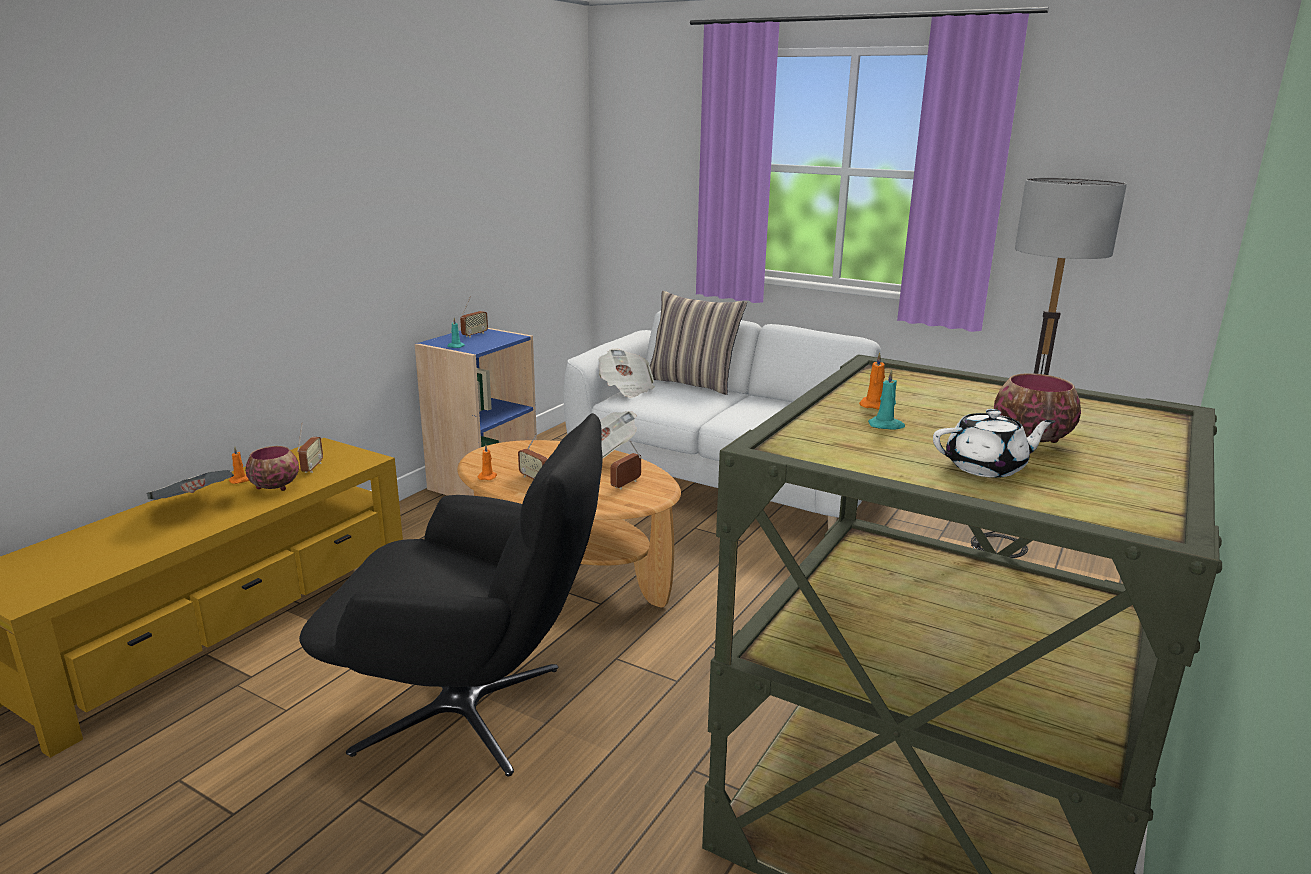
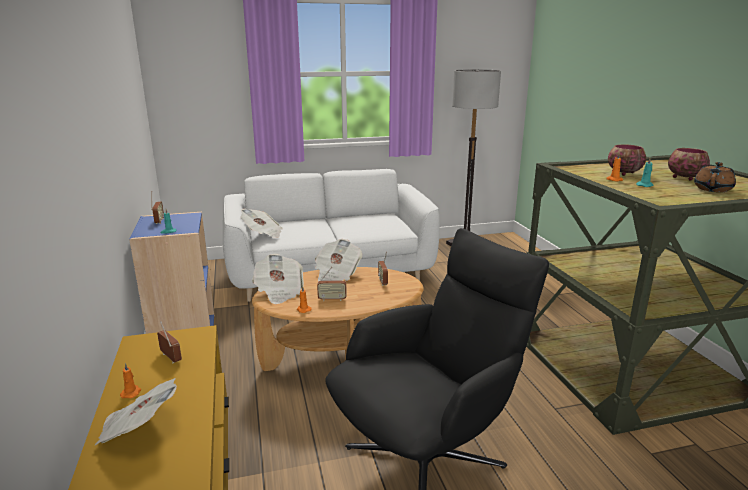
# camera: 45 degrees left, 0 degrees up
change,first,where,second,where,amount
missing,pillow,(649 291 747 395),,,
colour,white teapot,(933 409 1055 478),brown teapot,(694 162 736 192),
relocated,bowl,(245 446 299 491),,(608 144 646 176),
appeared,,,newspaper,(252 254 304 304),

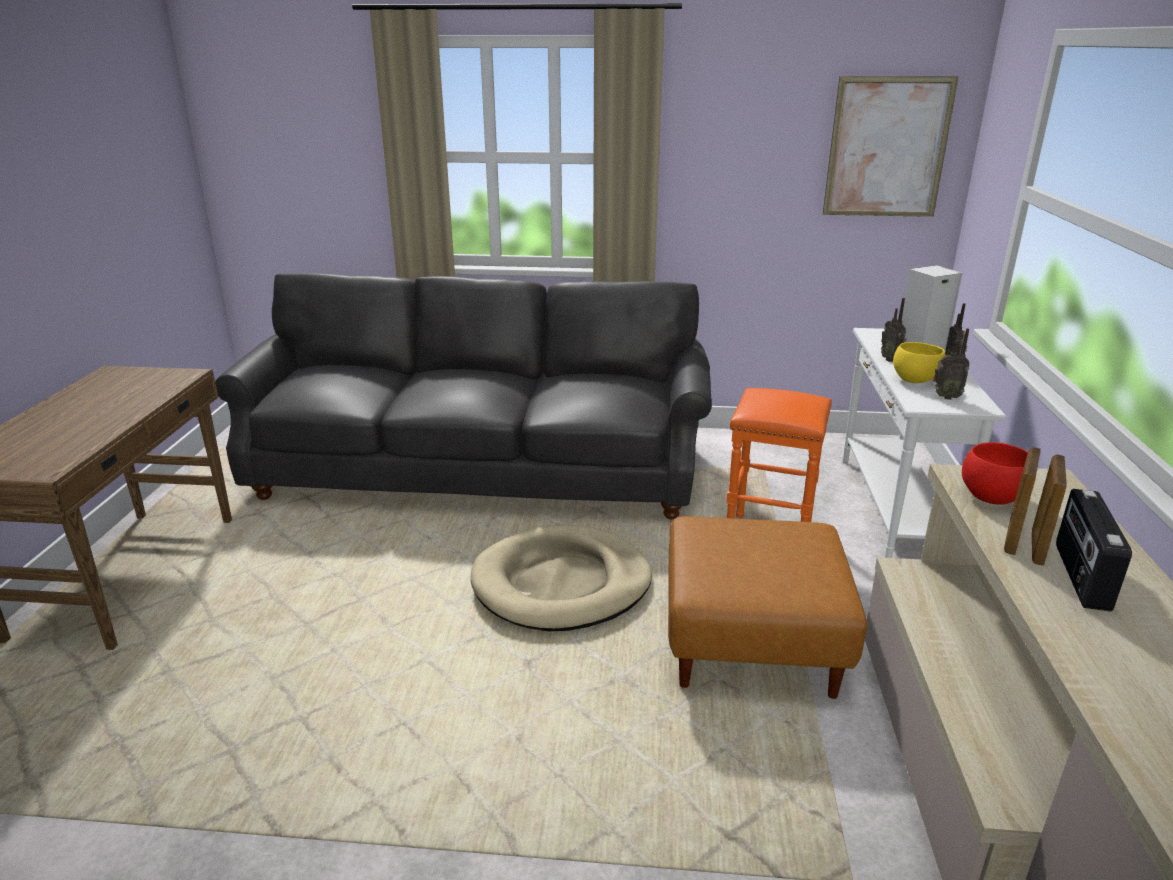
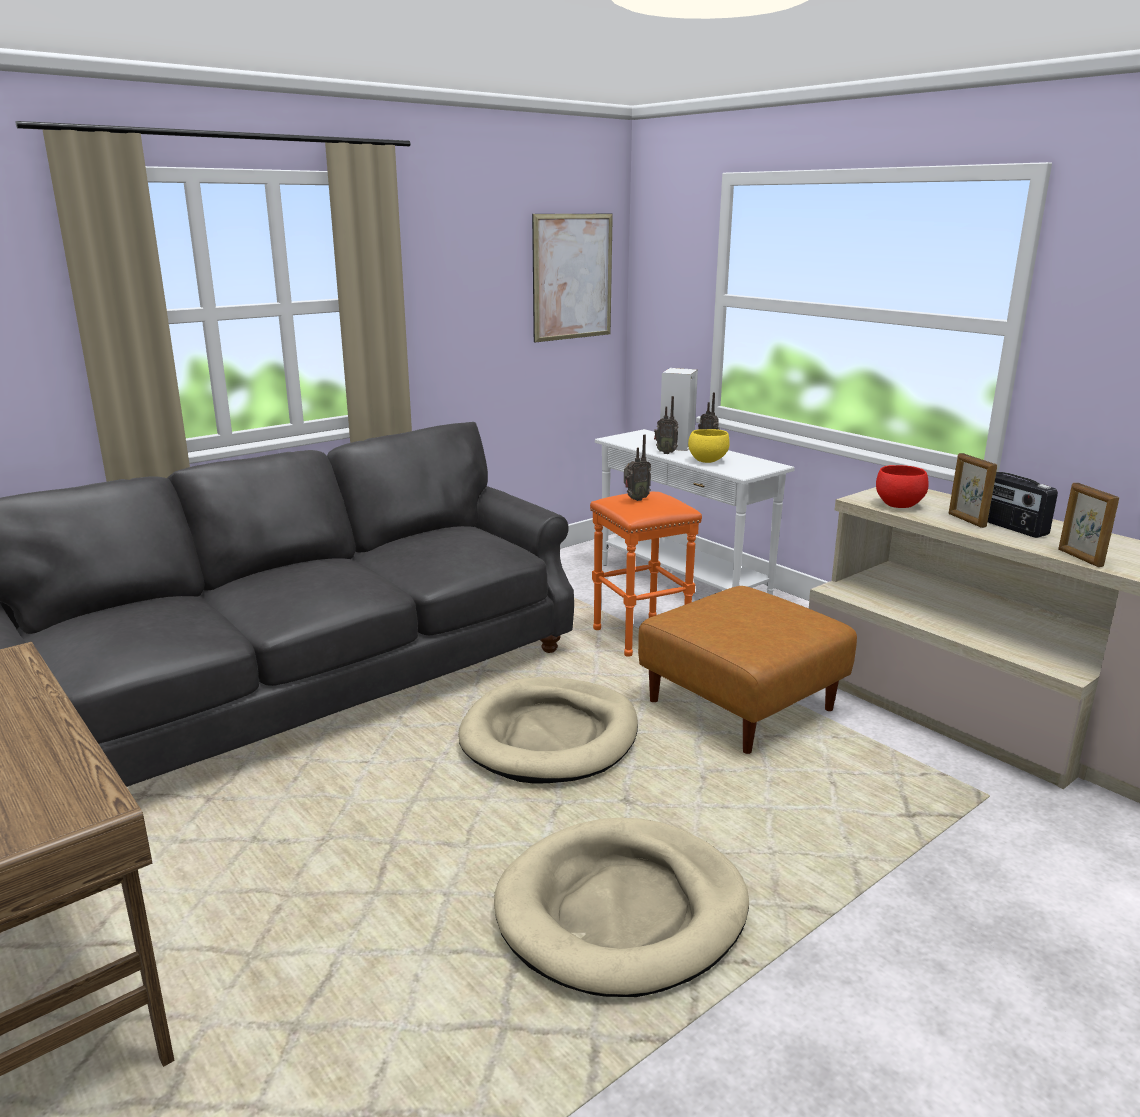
# camera: 45 degrees left, 5 degrees down
change,first,where,second,where,amount
relocated,radio,(933 328 970 400),,(624 434 651 501),
relocated,picture frame,(1004 447 1041 555),,(1058 483 1119 567),
appeared,,,beige dog bed,(494 818 749 997),

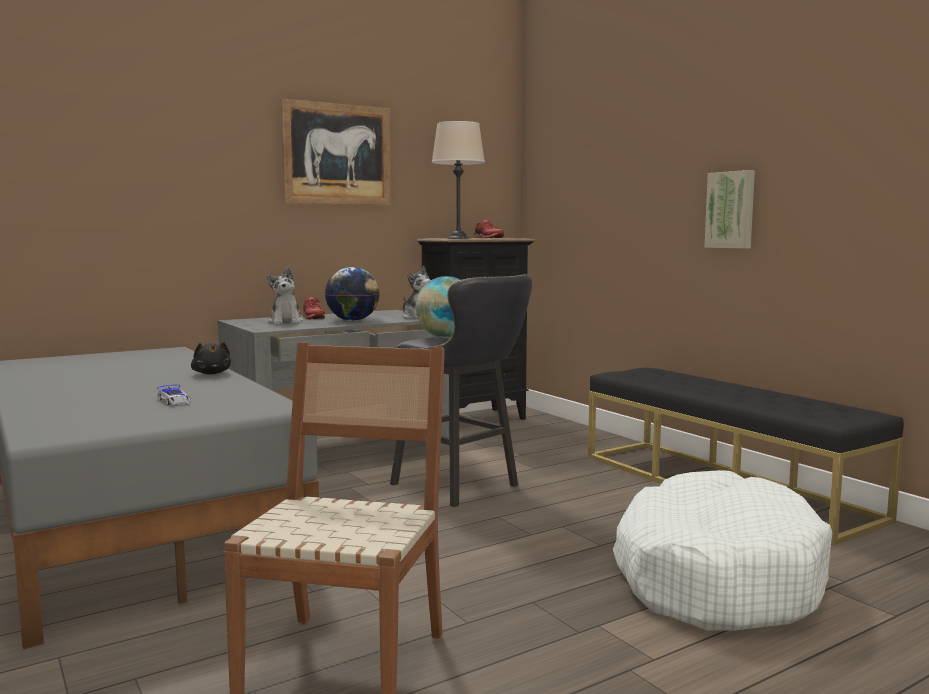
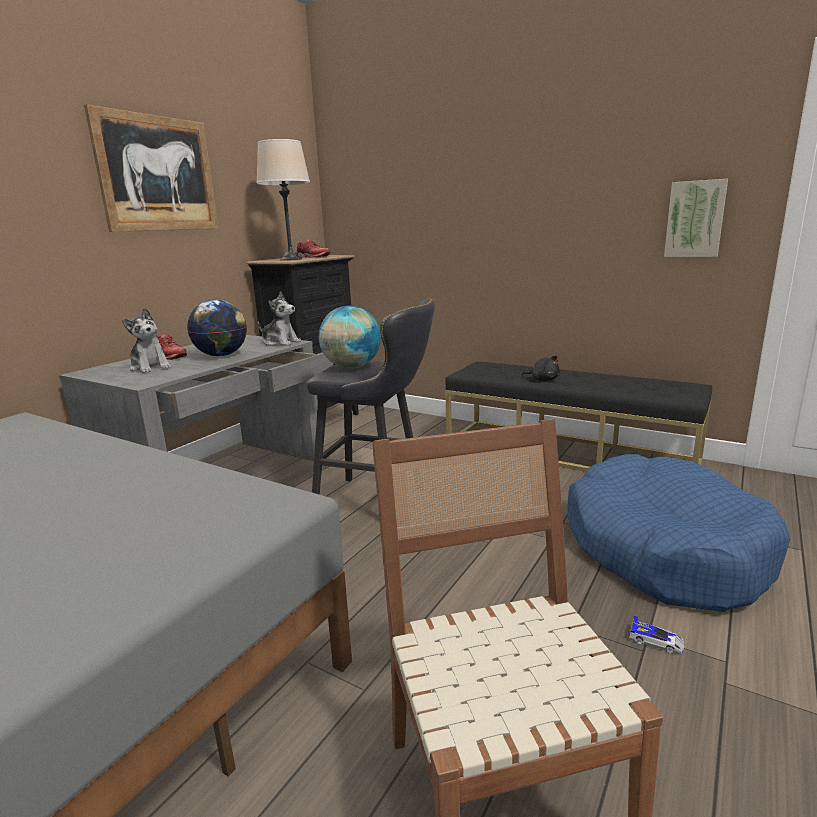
# camera: 25 degrees left, 10 degrees up
change,first,where,second,where,amount
relocated,picture,(704 170 755 249),,(664 179 728 257),
relocated,black plush toy,(191 342 231 374),,(522 355 560 381),
relocated,toy car,(157 385 191 405),,(629 616 684 654),
colour,white dog bed,(613 470 832 631),blue dog bed,(567 454 790 612),

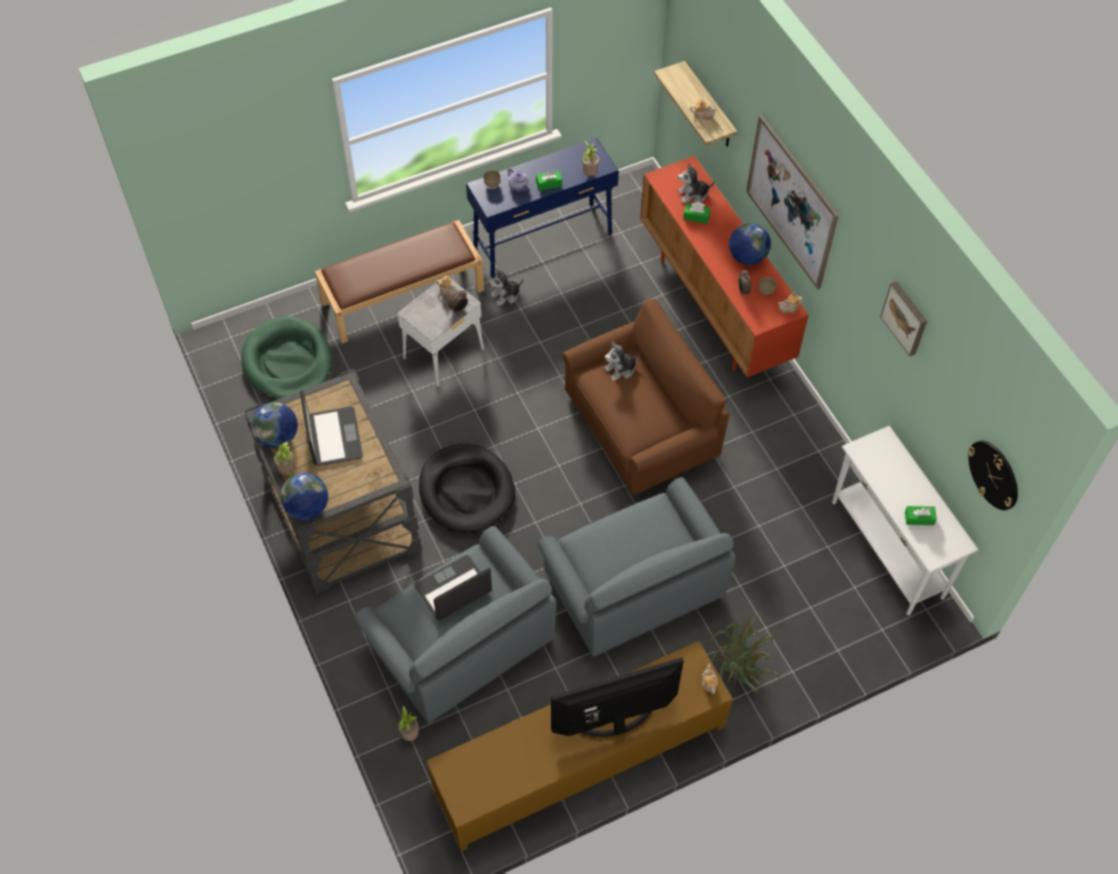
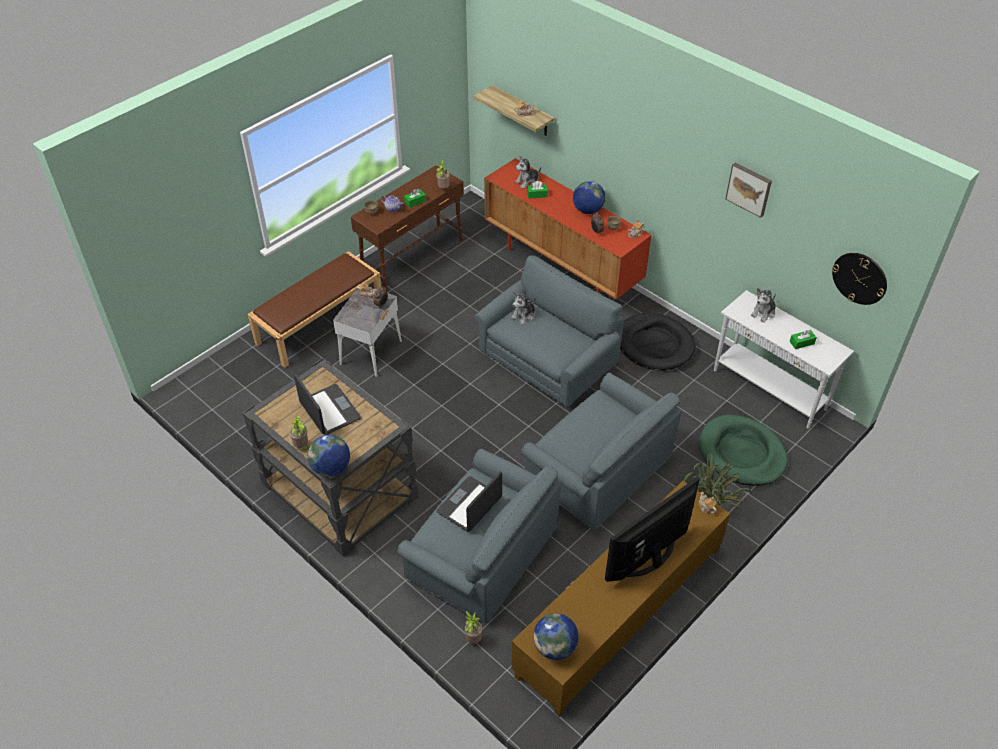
# camera: 20 degrees left, 10 degrees down
change,first,where,second,where,amount
missing,picture,(746 115 839 290),,,
colour,blue console table,(466 138 619 278),brown console table,(351 165 464 292),
relocated,plush toy,(489 268 523 306),,(751 288 776 323),
colour,brown armchair,(562 299 729 495),grey armchair,(475 255 624 407),
relocated,green dog bed,(241 317 332 400),,(699 415 788 486),
relocated,globe,(251 402 298 448),,(533 613 579 660),
relocated,black dog bed,(419 444 515 533),,(620 313 696 371),

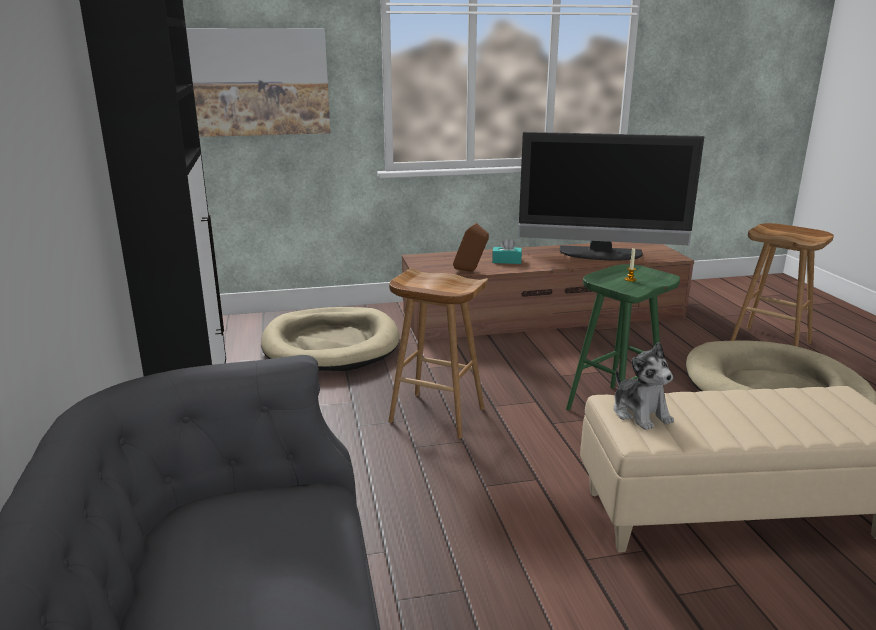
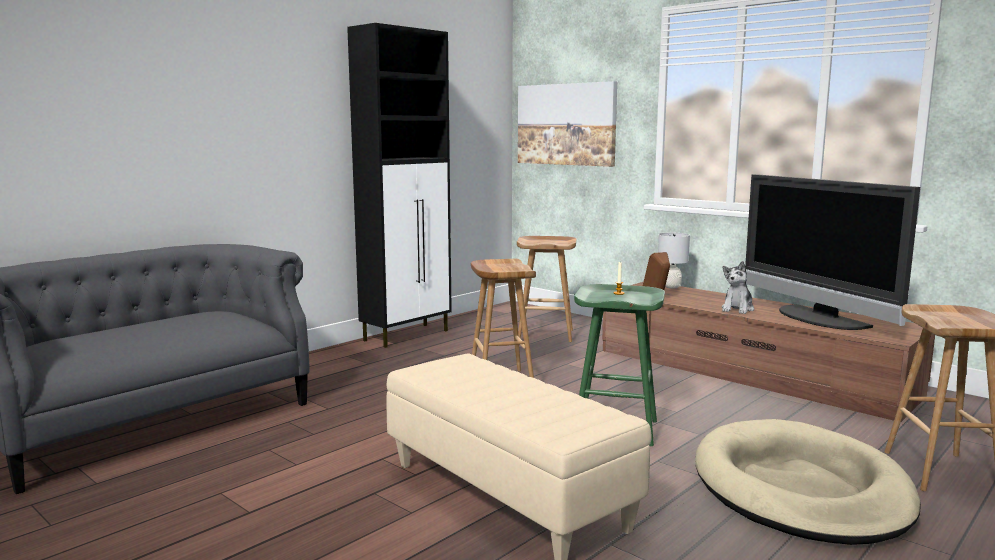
# camera: 55 degrees right, 10 degrees down
change,first,where,second,where,amount
missing,turquoise tissue box,(492 238 522 264),,,
exchanged,beige dog bed,(261 307 400 371),brown stool,(517 236 576 342),
relocated,plush toy,(614 342 674 430),,(722 261 754 314),
appeared,,,grey table lamp,(658 233 690 289),

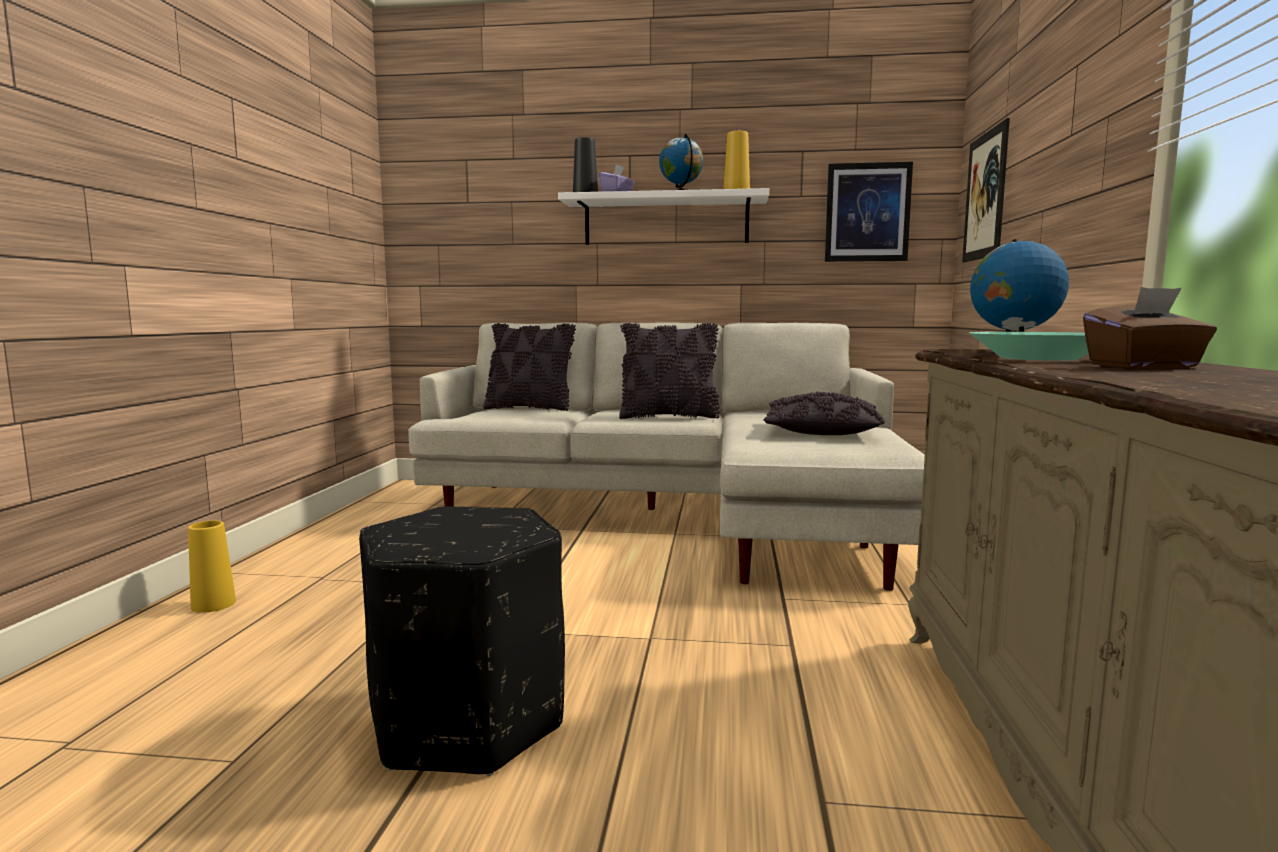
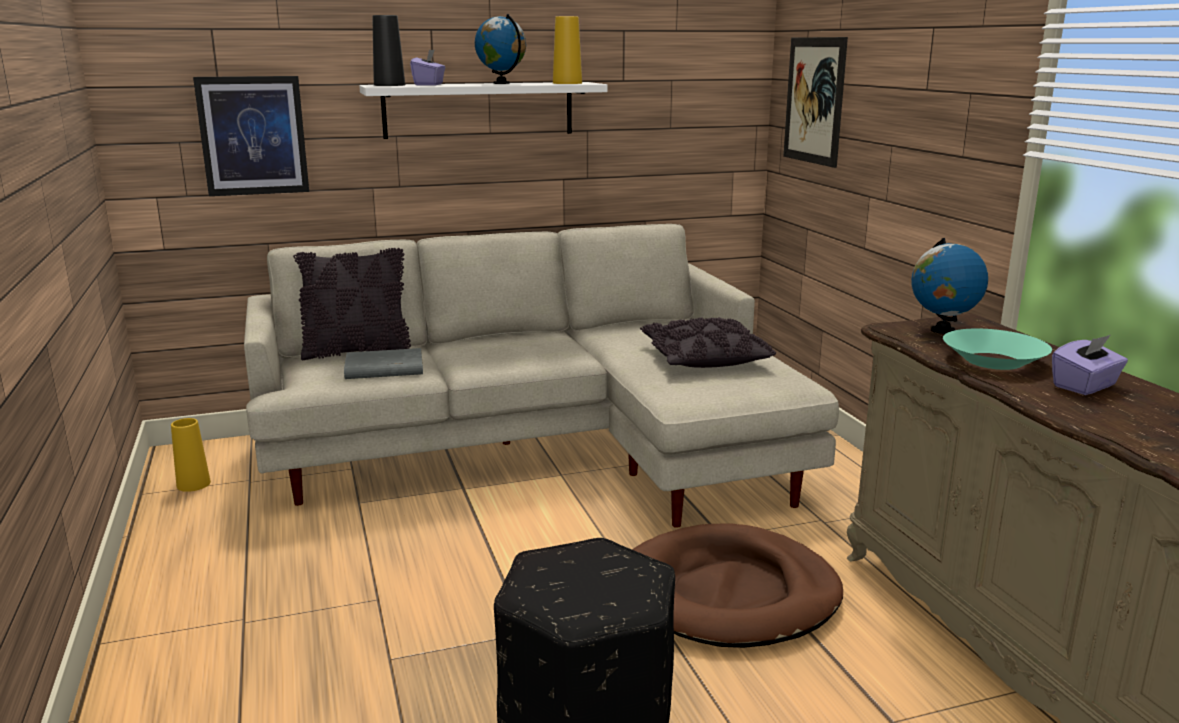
# camera: 25 degrees left, 10 degrees up
change,first,where,second,where,amount
relocated,picture,(825 162 913 262),,(193 76 309 196),
colour,brown tissue box,(1083 287 1217 368),purple tissue box,(1052 335 1128 395),
missing,black pillow,(619 323 720 419),,,
relocated,yellow vase,(188 520 236 613),,(171 418 211 492),
appeared,,,grey book,(344 348 423 379),
appeared,,,brown dog bed,(632 523 843 648),

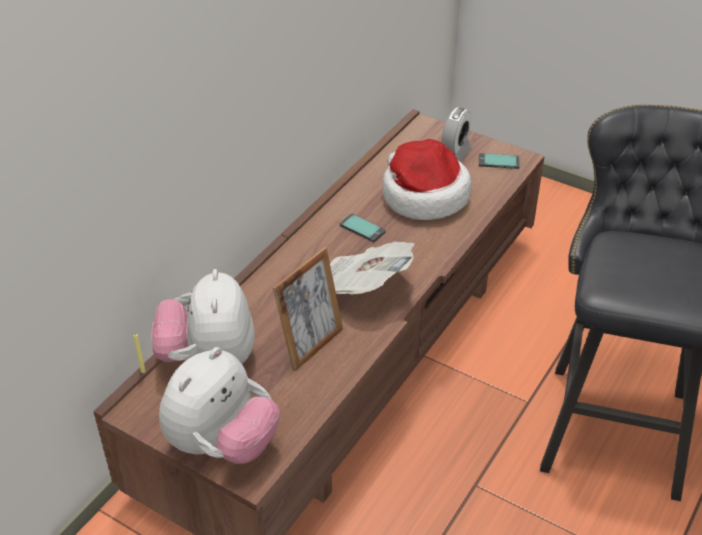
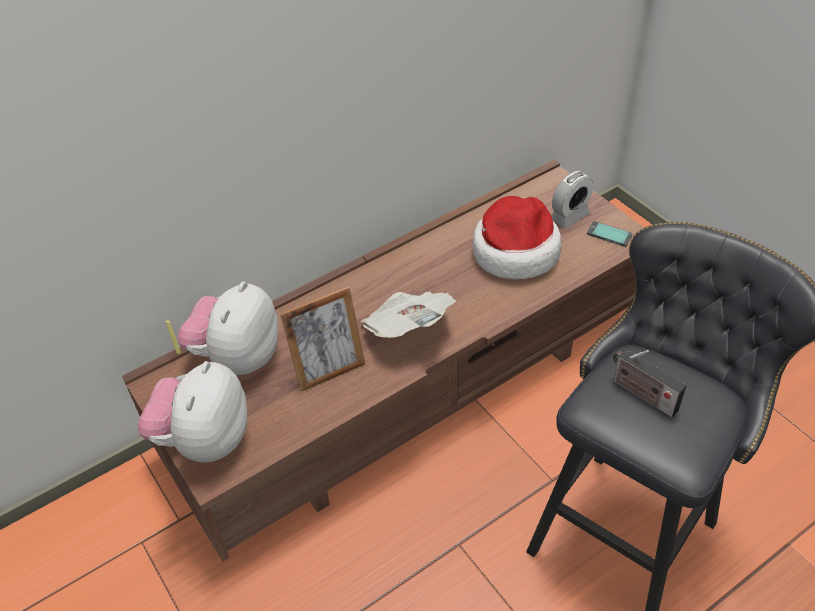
# camera: 25 degrees right, 5 degrees up
change,first,where,second,where,amount
missing,phone,(340 214 385 242),,,
spun,plush toy,(159 347 280 464),,(138 361 247 462),135 degrees clockwise
appeared,,,radio,(613 349 687 417),

